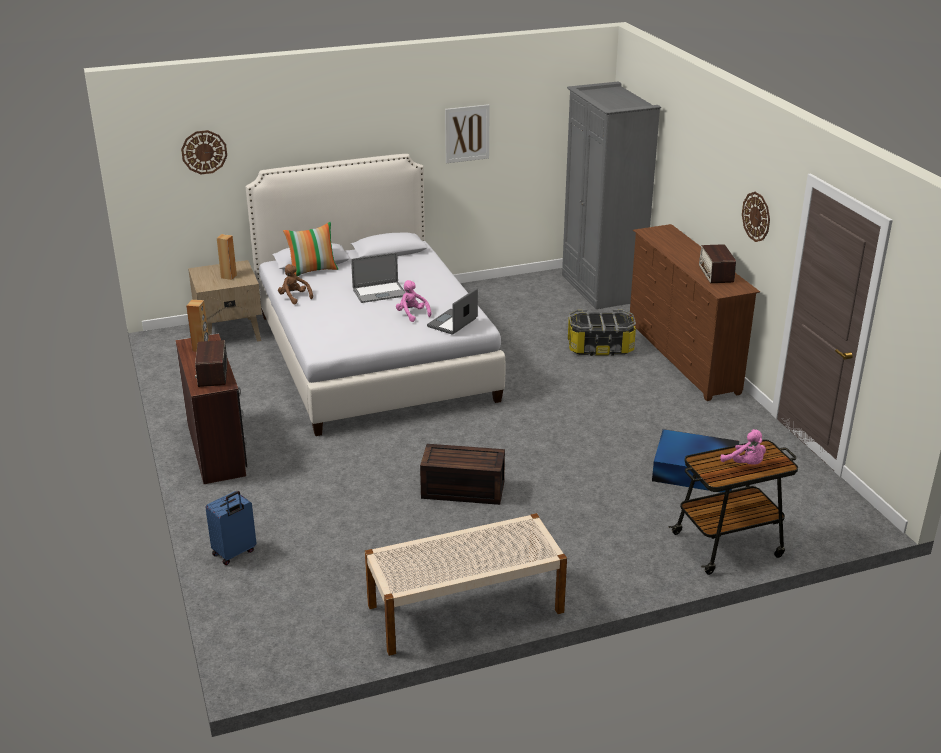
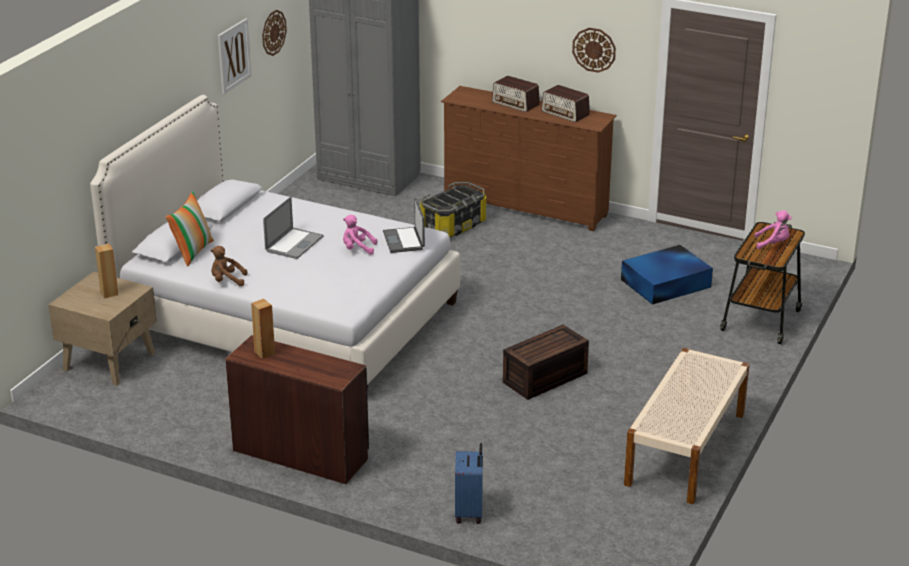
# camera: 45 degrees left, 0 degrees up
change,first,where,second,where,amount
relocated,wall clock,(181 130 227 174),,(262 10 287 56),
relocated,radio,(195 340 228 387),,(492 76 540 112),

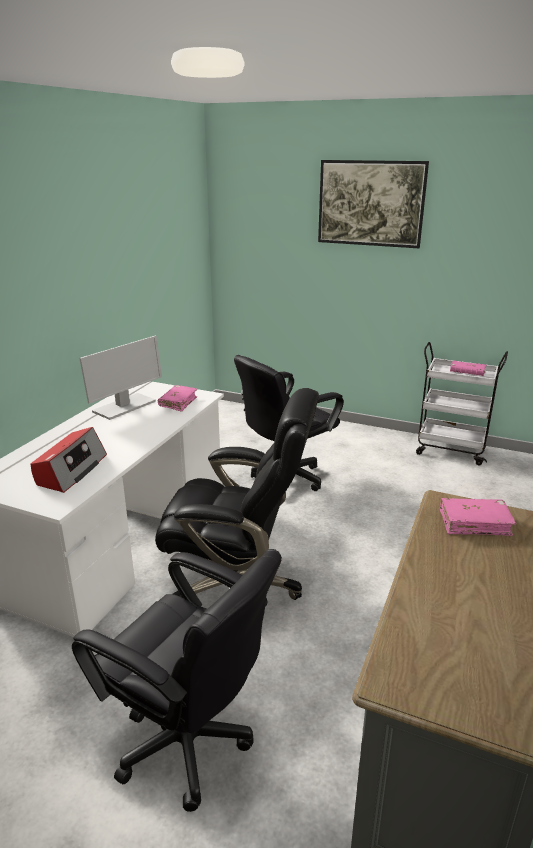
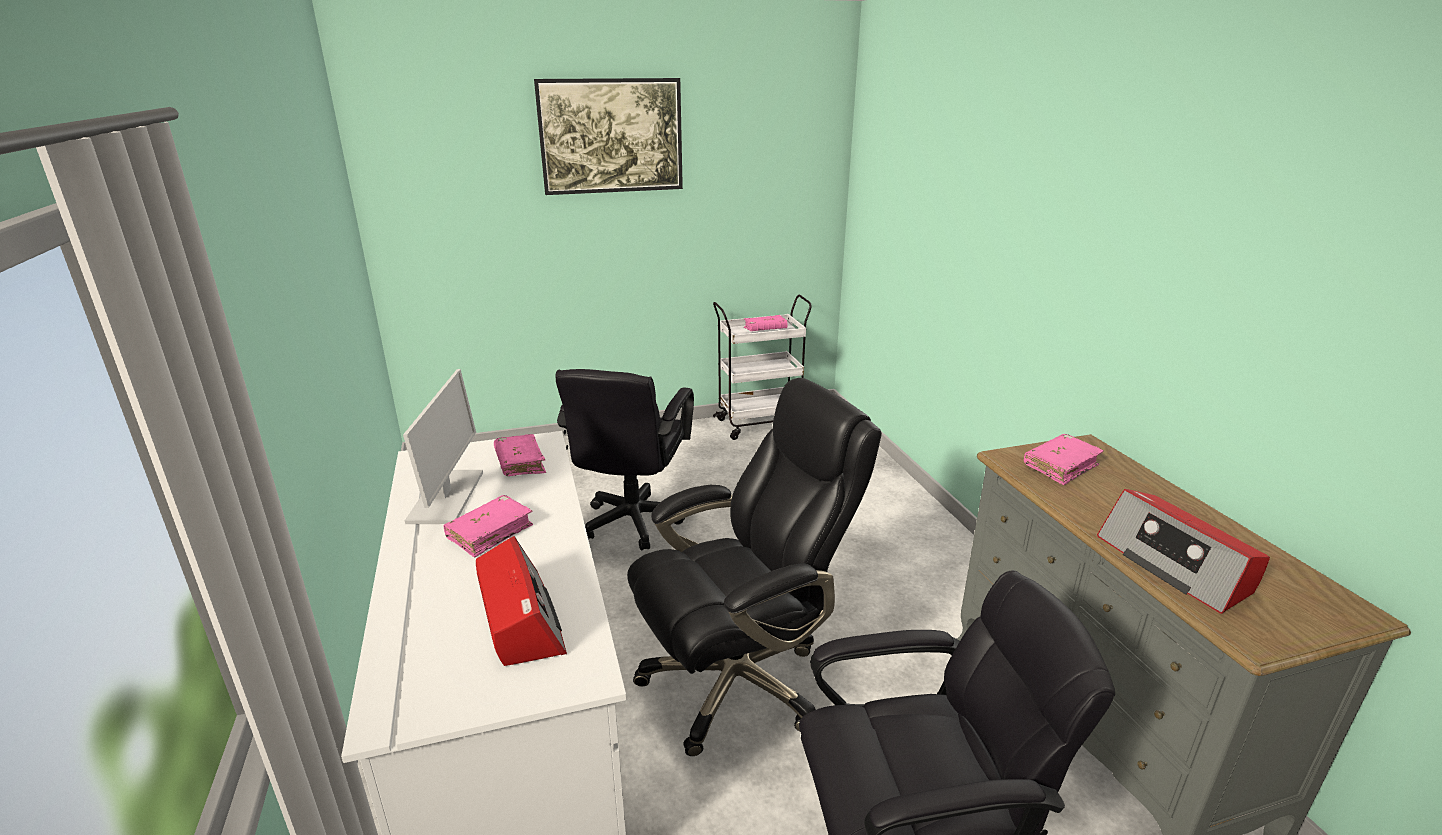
# camera: 40 degrees left, 0 degrees up
change,first,where,second,where,amount
appeared,,,radio,(1097 489 1270 614),
appeared,,,pink book,(444 495 533 557),

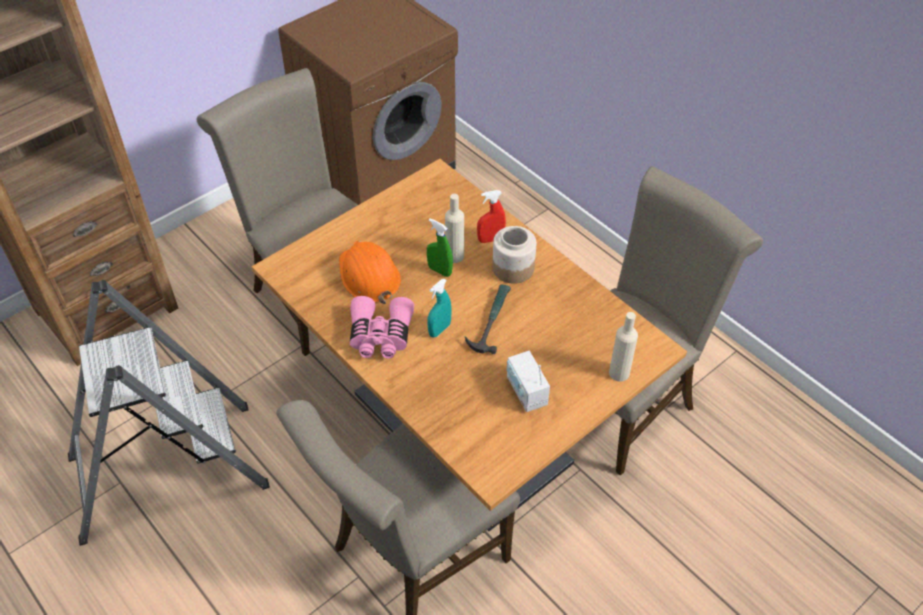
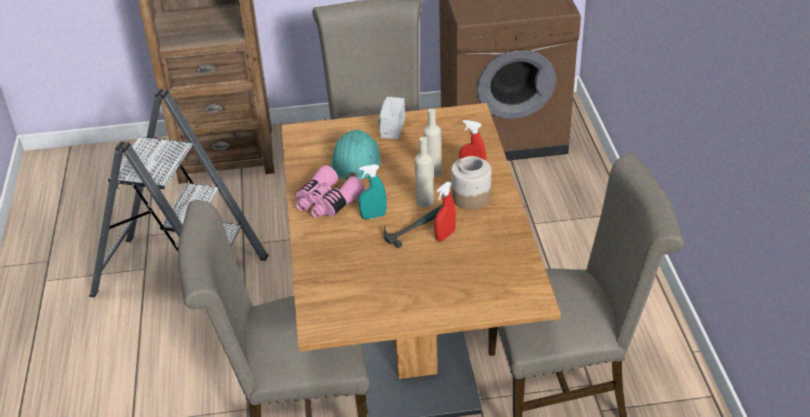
# camera: 35 degrees right, 10 degrees down
change,first,where,second,where,amount
missing,green spray bottle,(427 218 453 277),,,
colour,orange hard hat,(339 241 401 304),turquoise hard hat,(331 129 381 180),
relocated,beige bottle,(609 312 638 382),,(415 137 434 207),
relocated,radio,(507 351 550 412),,(378 96 405 139),
appeared,,,red spray bottle,(434 182 456 241),

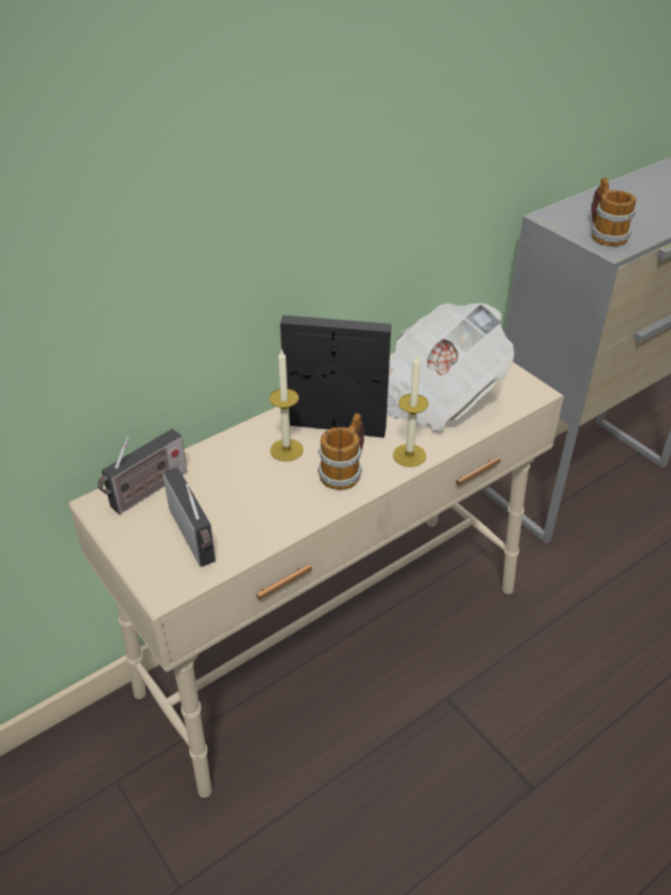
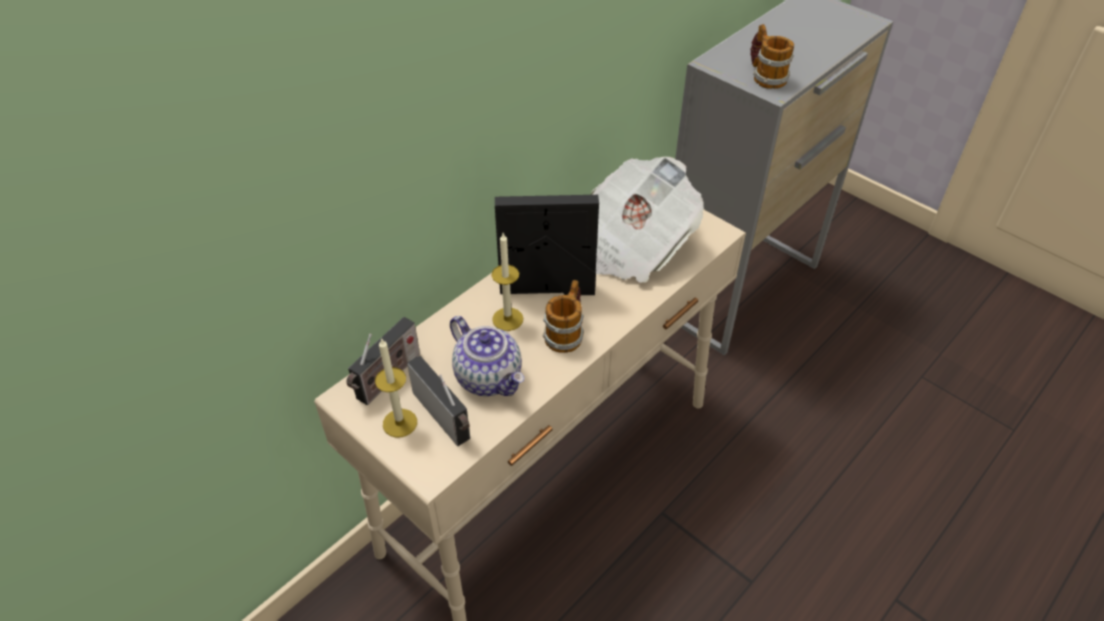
# camera: 10 degrees left, 5 degrees up
change,first,where,second,where,amount
relocated,candle,(393 354 428 467),,(375 338 417 438),
appeared,,,teapot,(450 316 524 396),

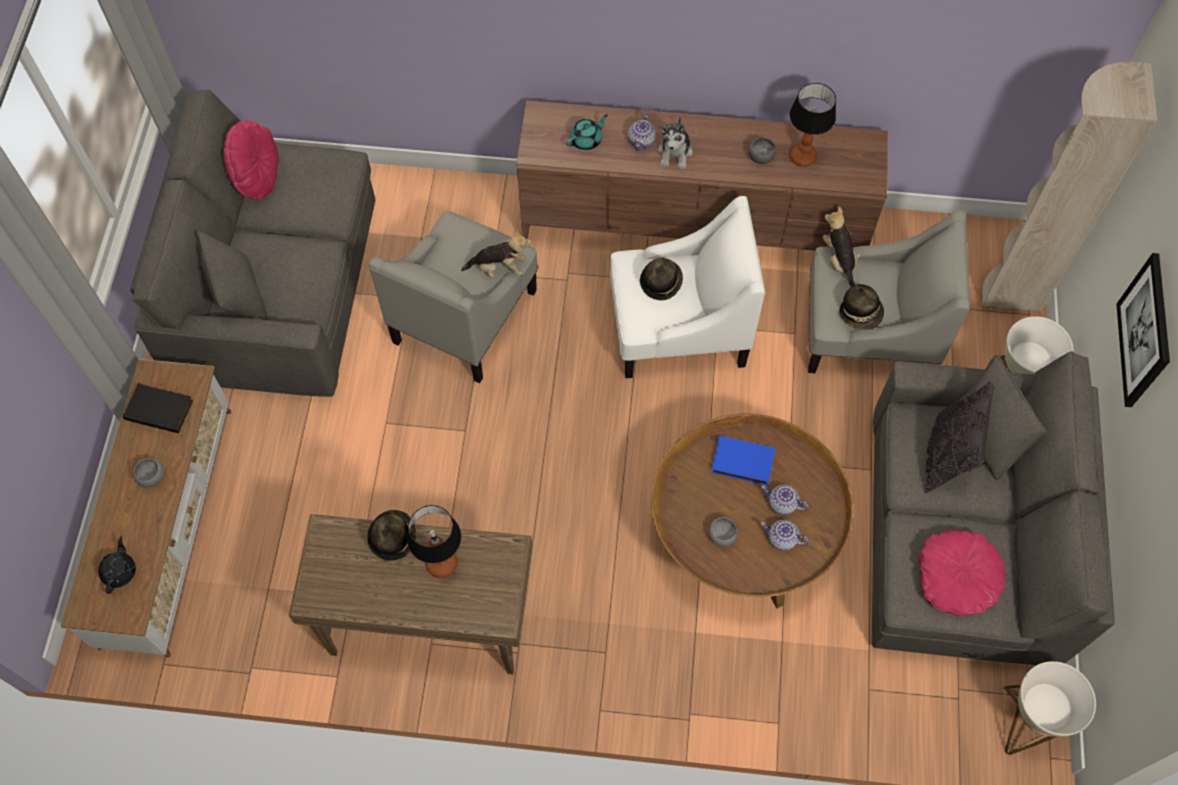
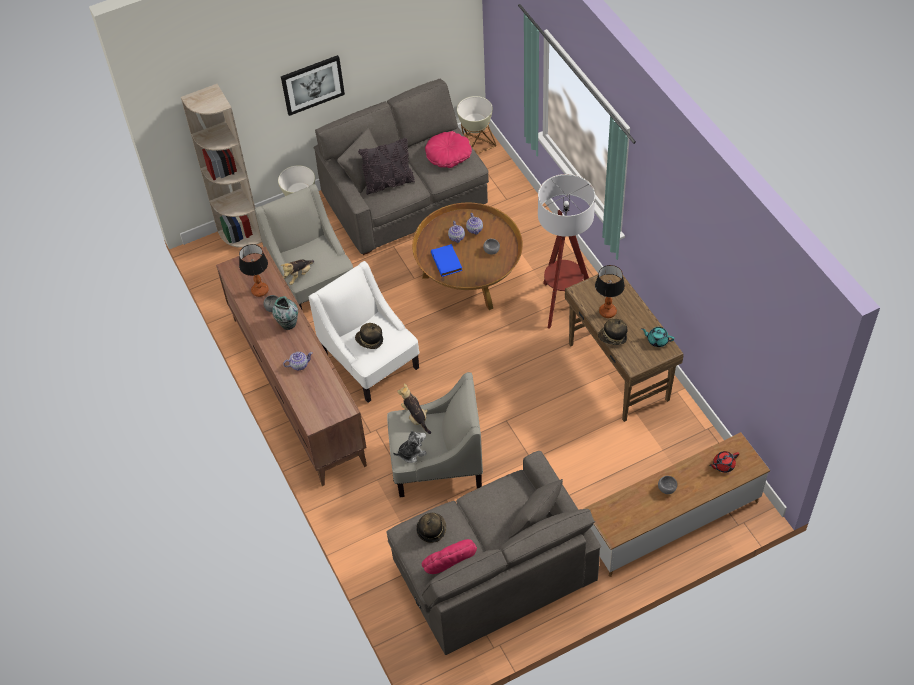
# camera: 120 degrees left, 10 degrees down
change,first,where,second,where,amount
relocated,turquoise teapot,(566 114 608 150),,(641 327 674 347),
relocated,plush toy,(658 117 693 169),,(393 430 427 463),
relocated,hat,(839 284 884 330),,(416 513 446 543),
missing,black book,(123 383 193 433),,,
colour,black teapot,(98 536 136 594),red teapot,(709 451 739 473),
appeared,,,floor lamp,(538 174 595 329),
appeared,,,vase,(272 296 298 330),

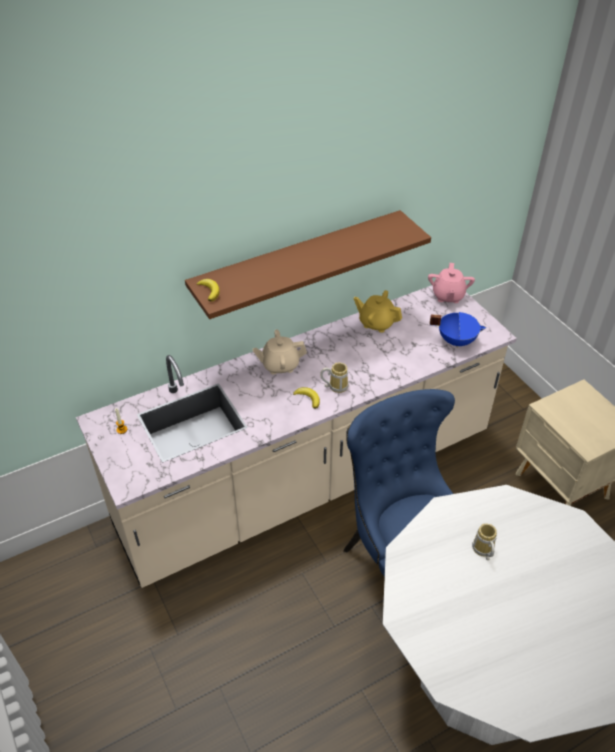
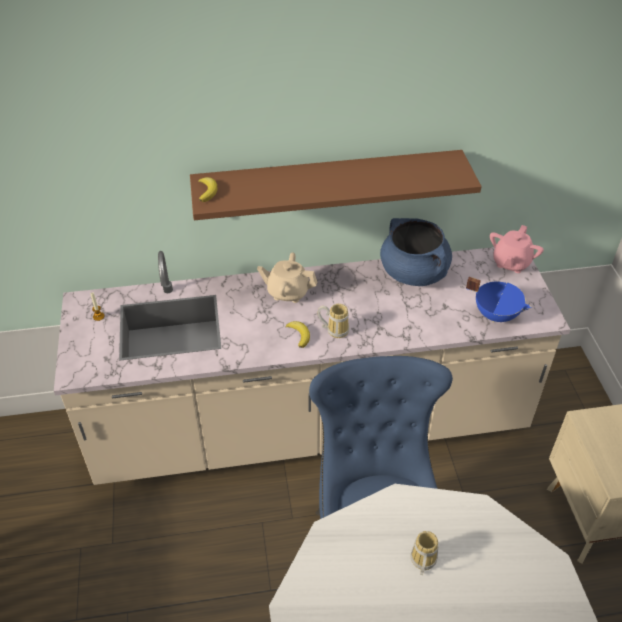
# camera: 20 degrees right, 0 degrees up
change,first,where,second,where,amount
exchanged,yellow teapot,(354 290 402 333),blue cooking pot,(380 218 452 286),

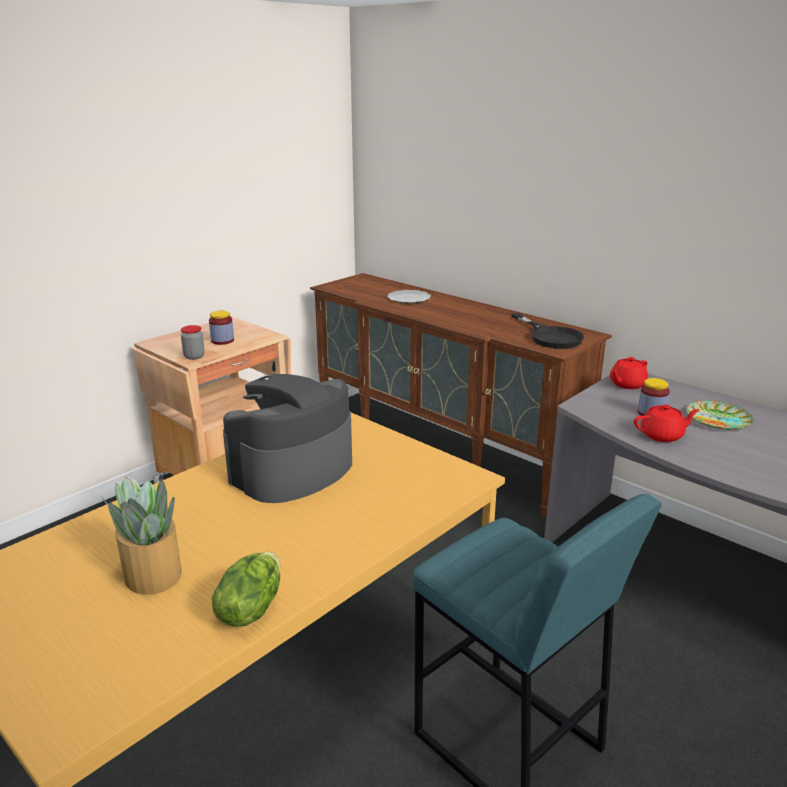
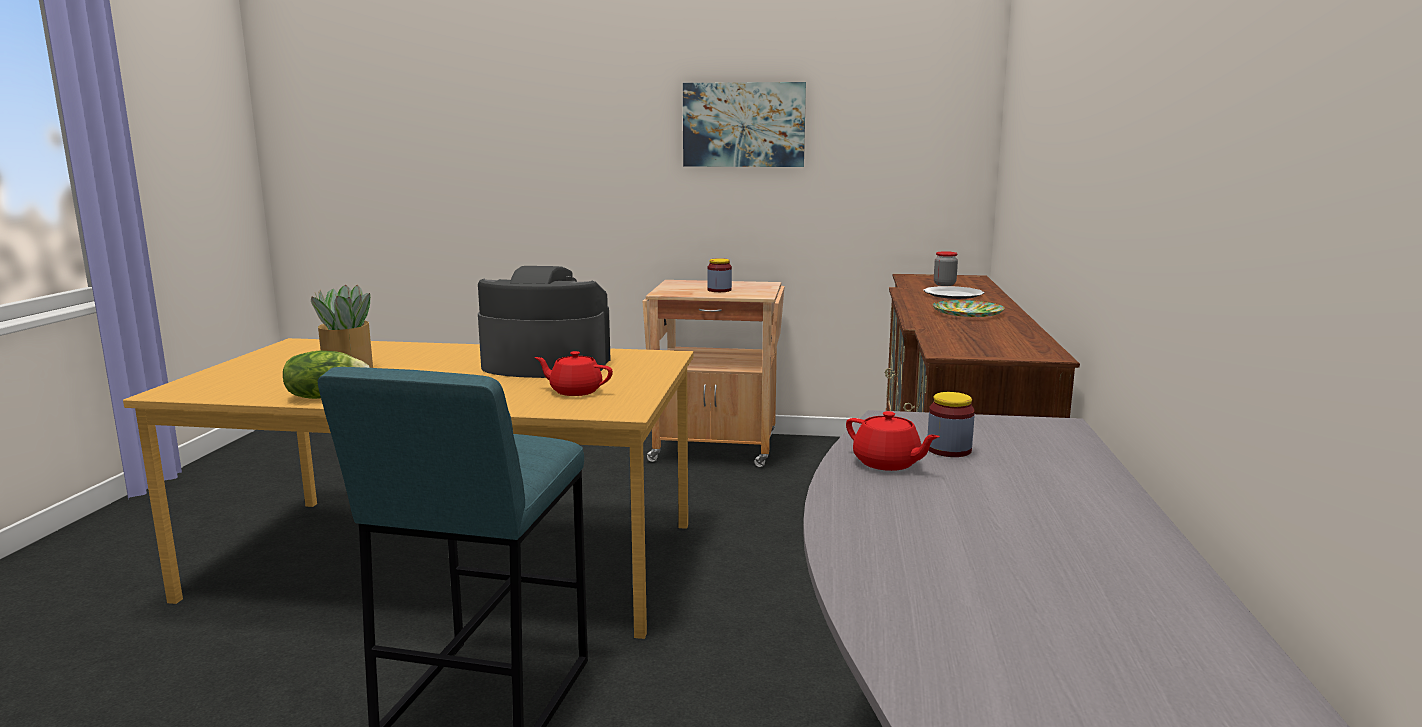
# camera: 55 degrees right, 10 degrees down
change,first,where,second,where,amount
missing,black frying pan,(511 313 584 349),,,
relocated,jar,(181 325 205 360),,(934 251 958 286),
relocated,red teapot,(610 357 648 389),,(535 351 613 396),
relocated,plate,(686 401 754 430),,(933 300 1005 317),
appeared,,,picture,(683 82 806 167),

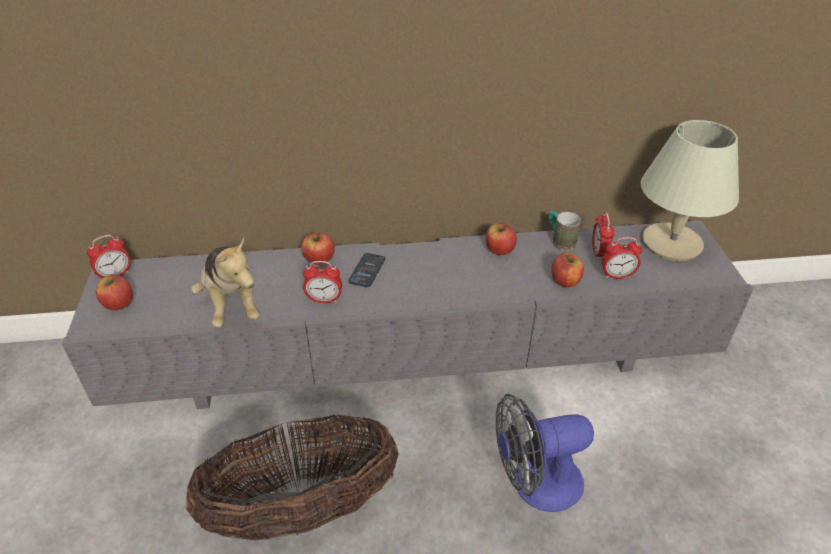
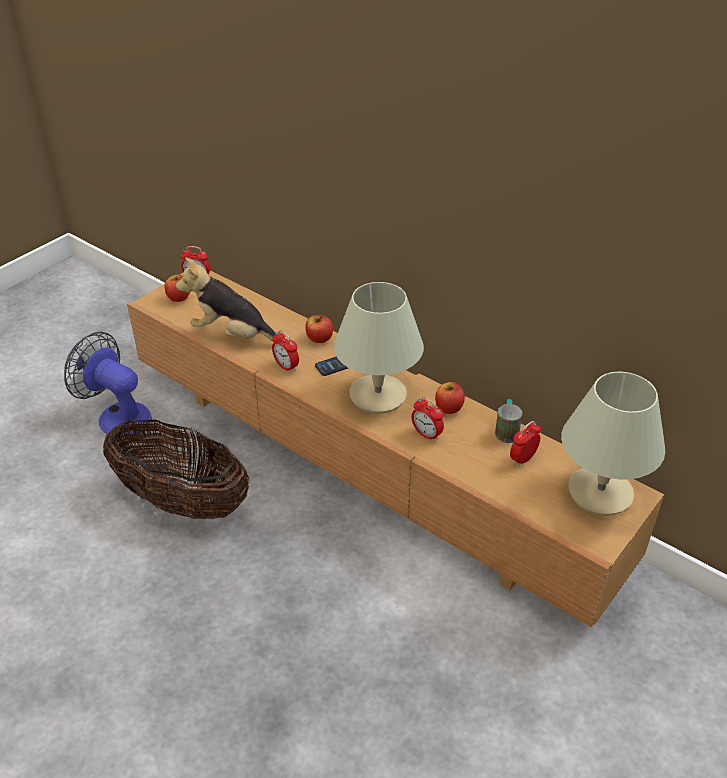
# camera: 45 degrees right, 0 degrees up
change,first,where,second,where,amount
colour,grey tv stand,(62 220 754 409),brown tv stand,(127 270 664 627),
relocated,alarm clock,(602 237 642 279),,(411 397 444 442),
spun,plush toy,(191 238 260 327),,(176 258 276 341),90 degrees clockwise
missing,apple,(551 253 584 287),,,
relocated,fan,(496 393 594 512),,(64 332 152 437),
appeared,,,beige table lamp,(334 282 424 414),

